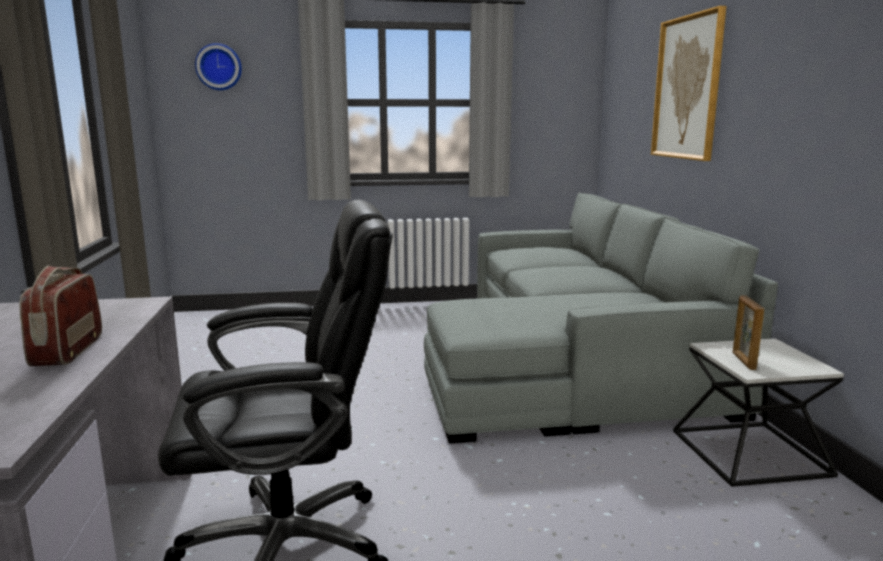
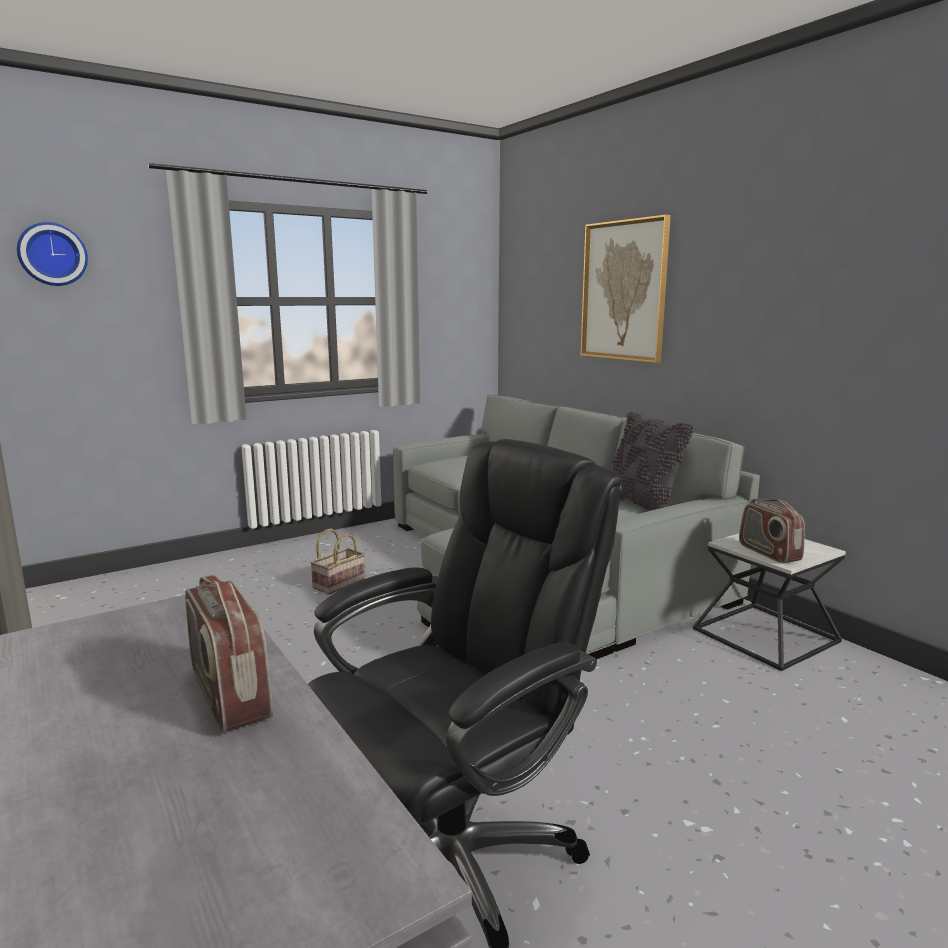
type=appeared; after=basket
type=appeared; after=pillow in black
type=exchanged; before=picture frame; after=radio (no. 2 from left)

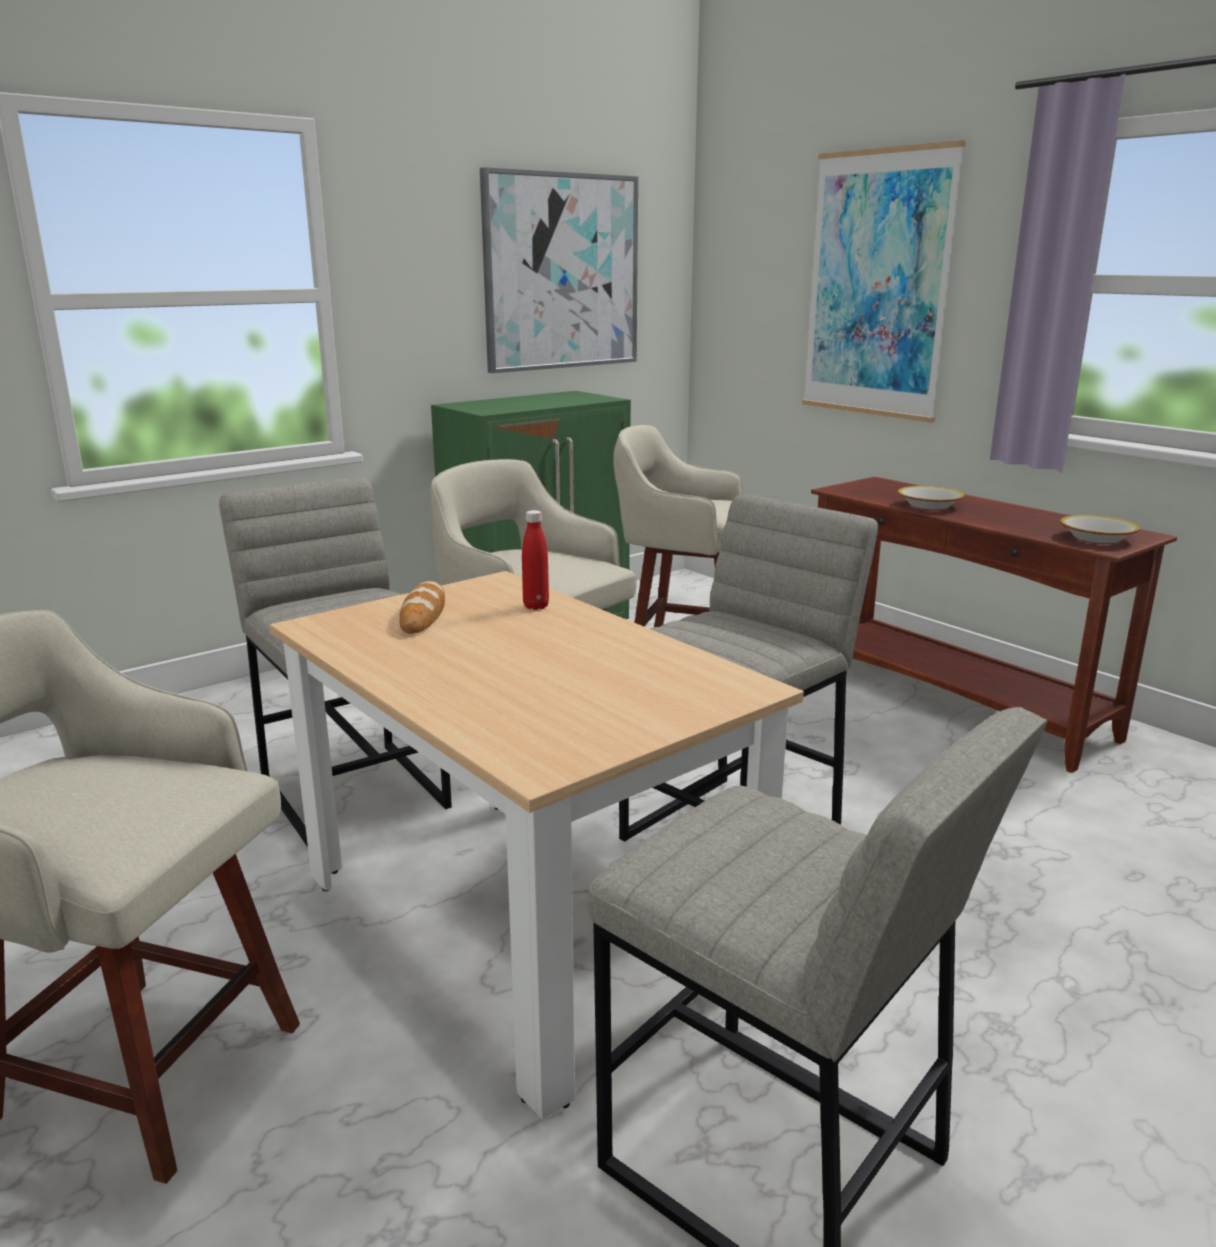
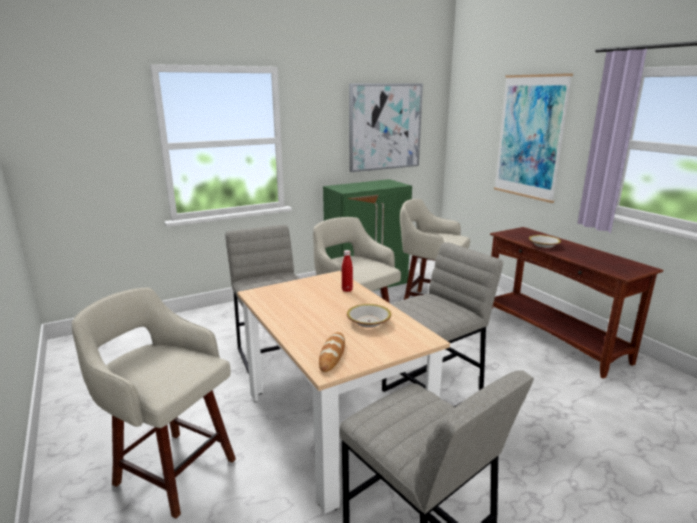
type=relocated; before=bread
type=relocated; before=bowl (no. 2 from left in the first image); after=bowl (no. 1 from left)

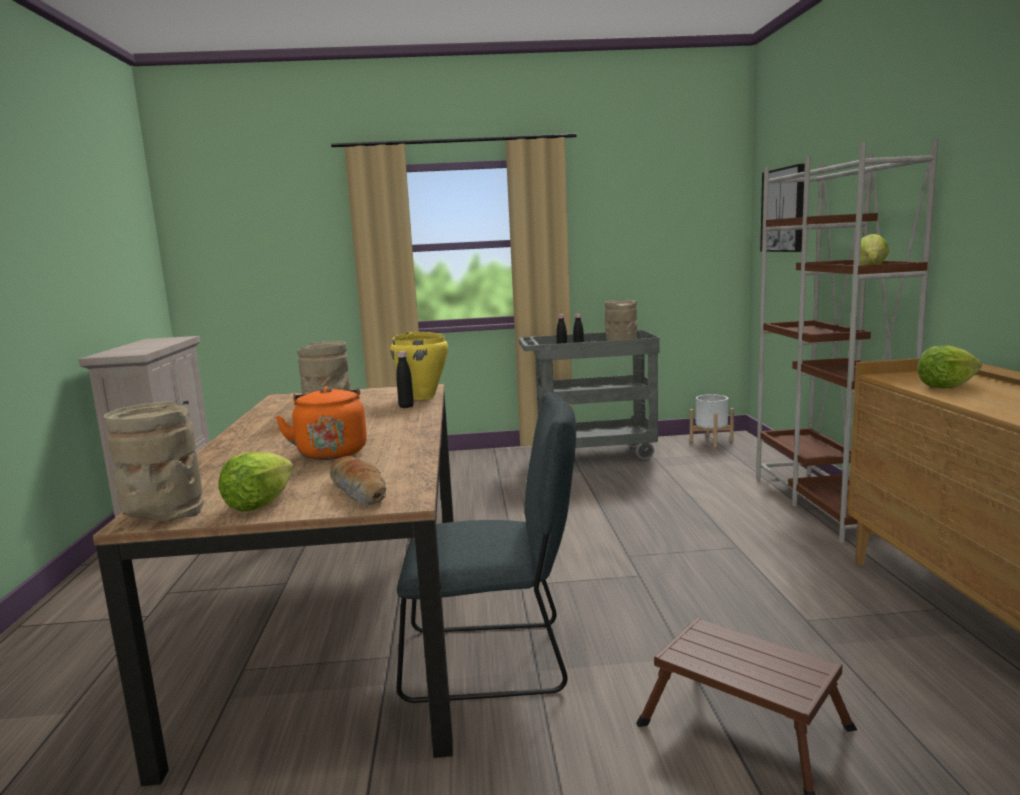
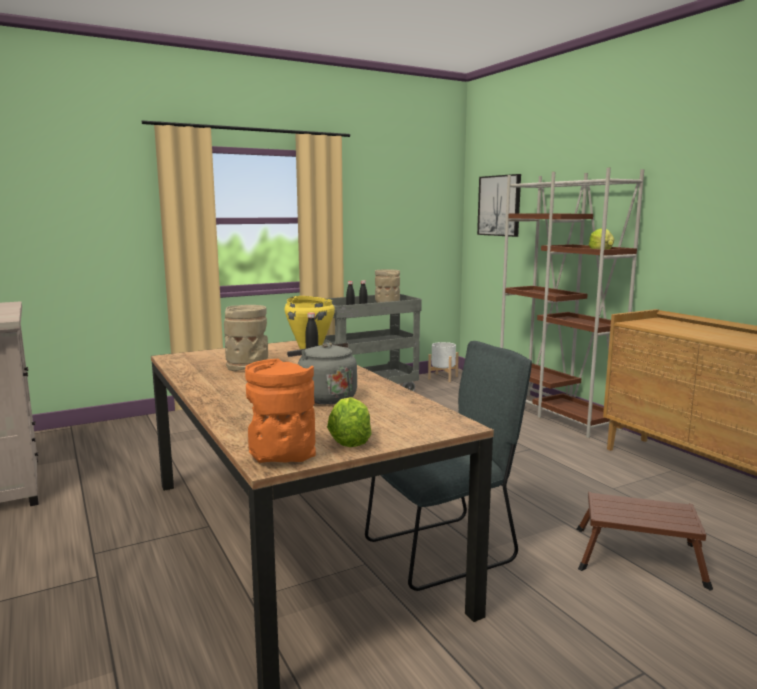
type=missing; before=bread
type=missing; before=lettuce (no. 3 from left)
type=colour; before=vase in beige (no. 1 from left); after=vase in orange
type=colour; before=kettle in orange; after=kettle in grey

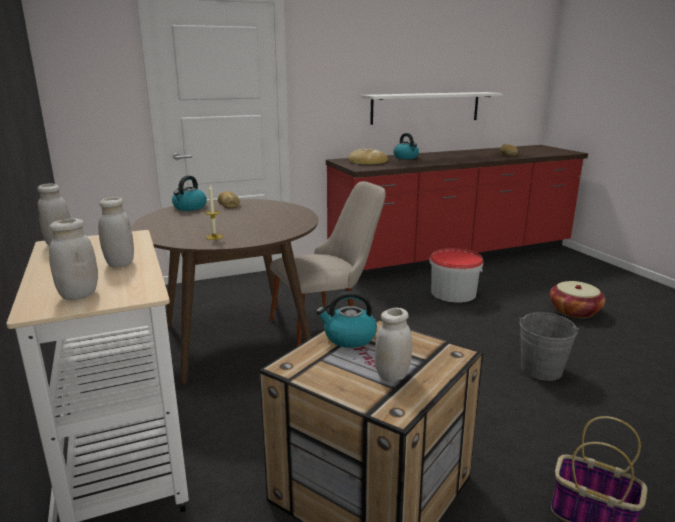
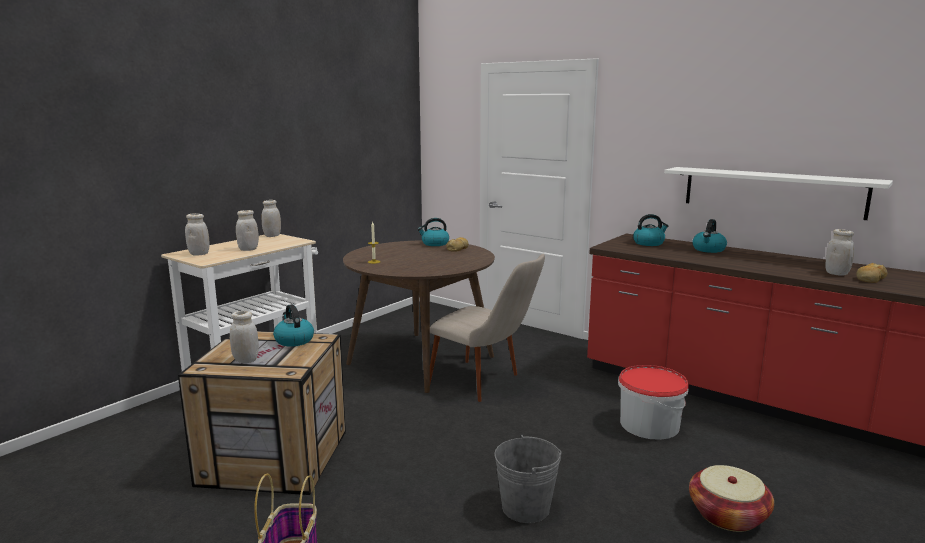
type=appeared; after=jar in white (no. 5 from left)
type=exchanged; before=bread (no. 2 from left); after=kettle (no. 3 from left)

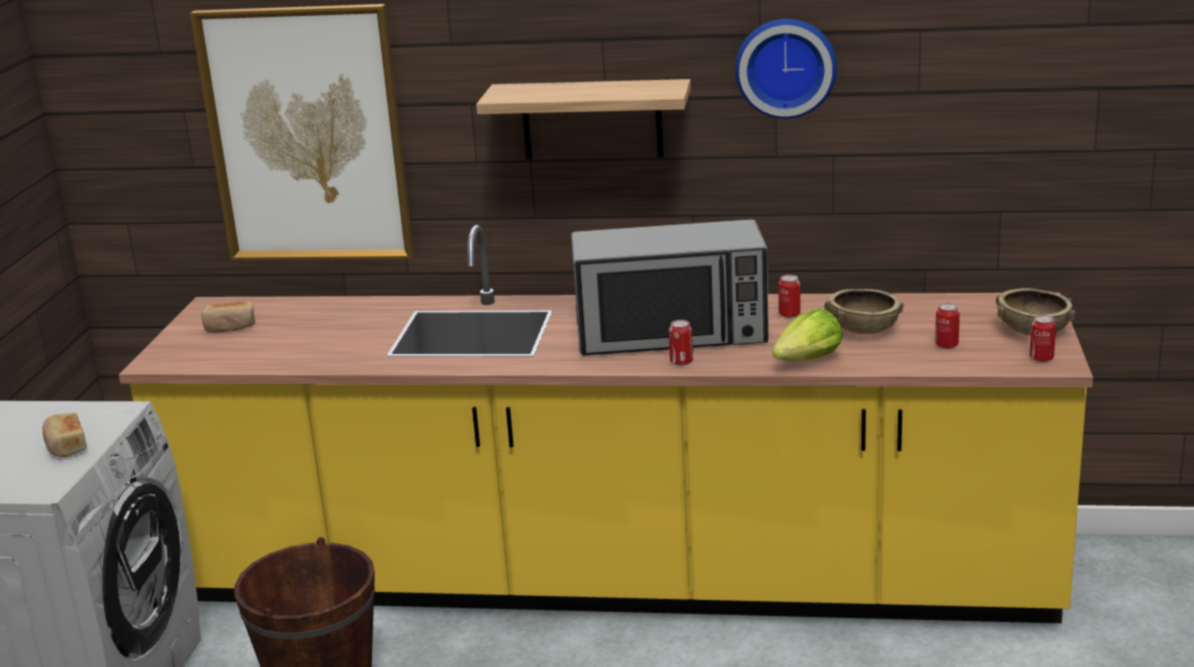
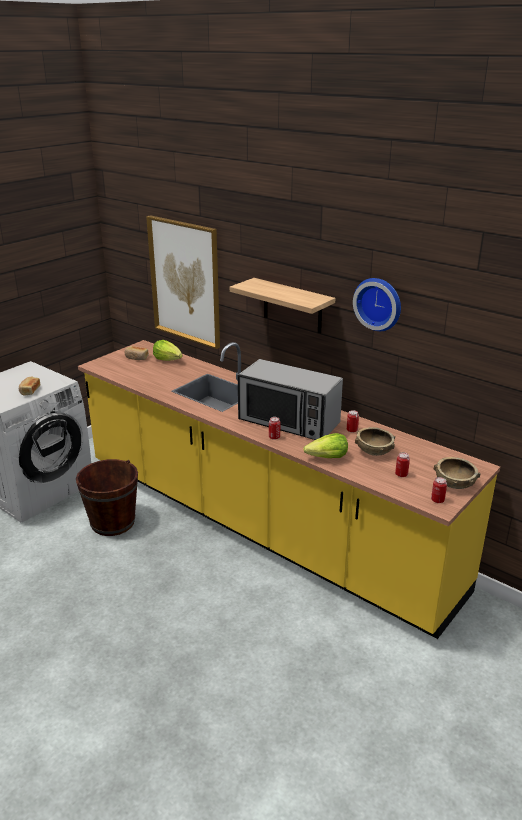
type=appeared; after=lettuce (no. 1 from left)

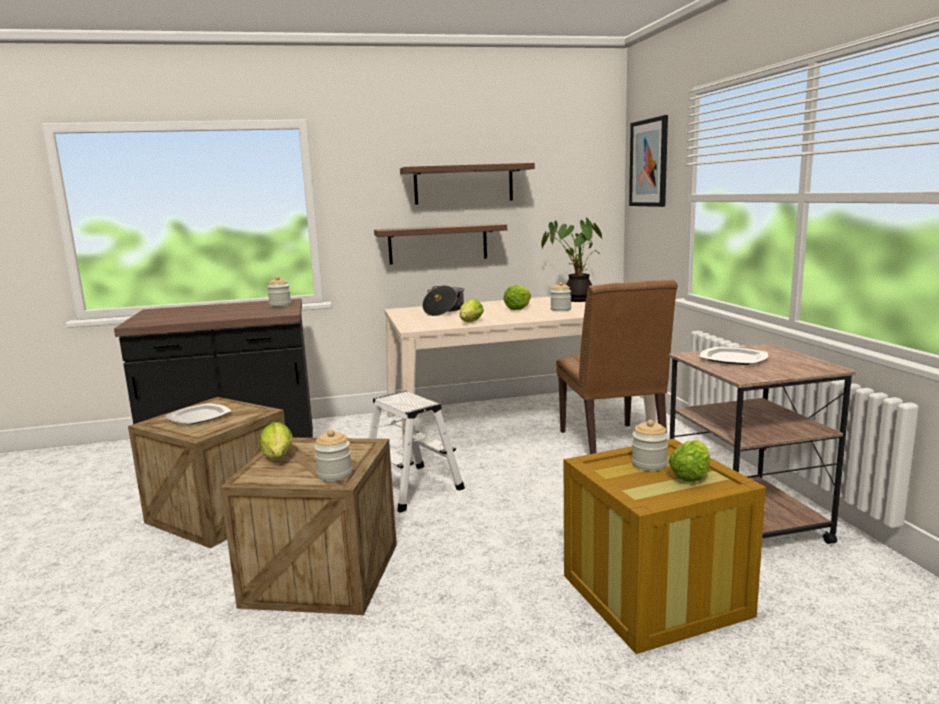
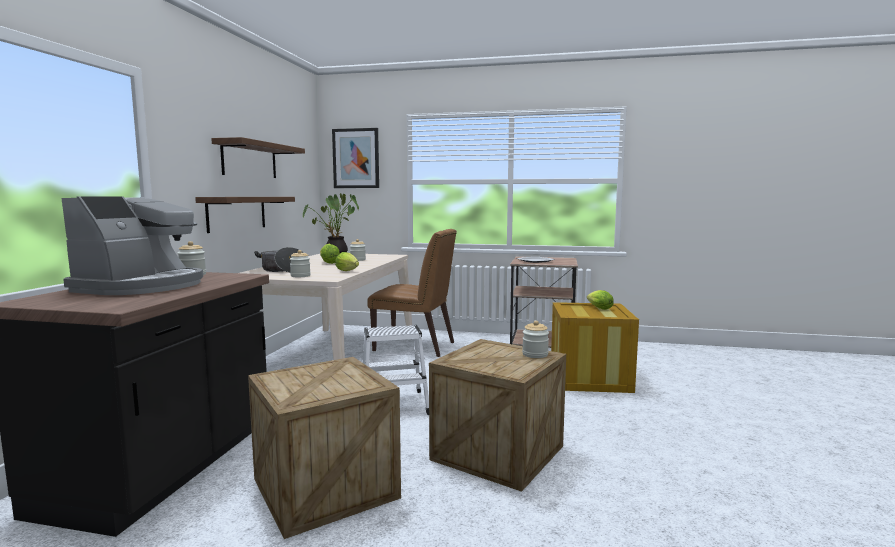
type=missing; before=plate (no. 1 from left)
type=missing; before=lettuce (no. 1 from left)
type=appeared; after=coffee machine
type=relocated; before=jar (no. 4 from left in the first image); after=jar (no. 2 from left)

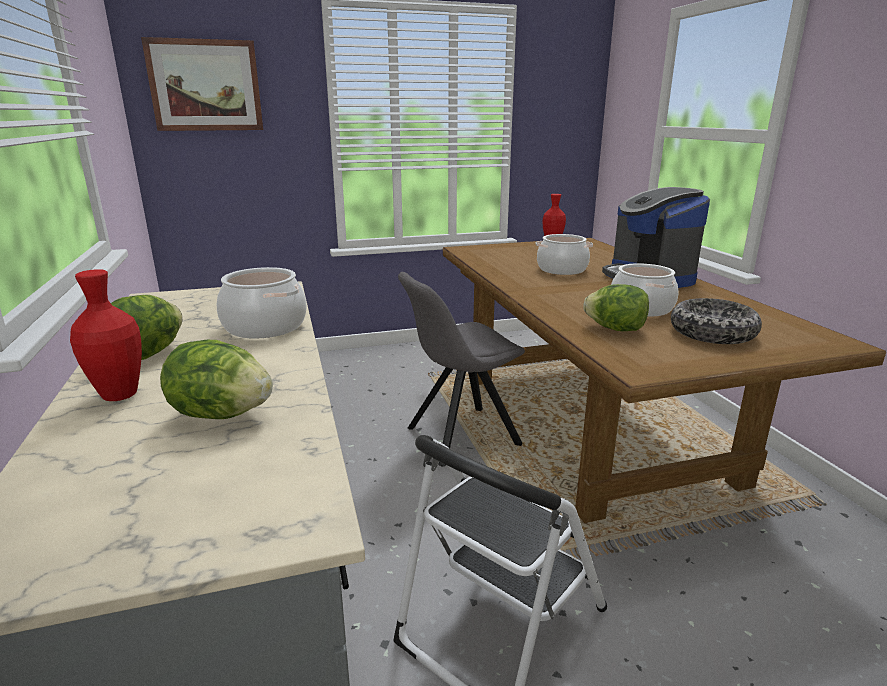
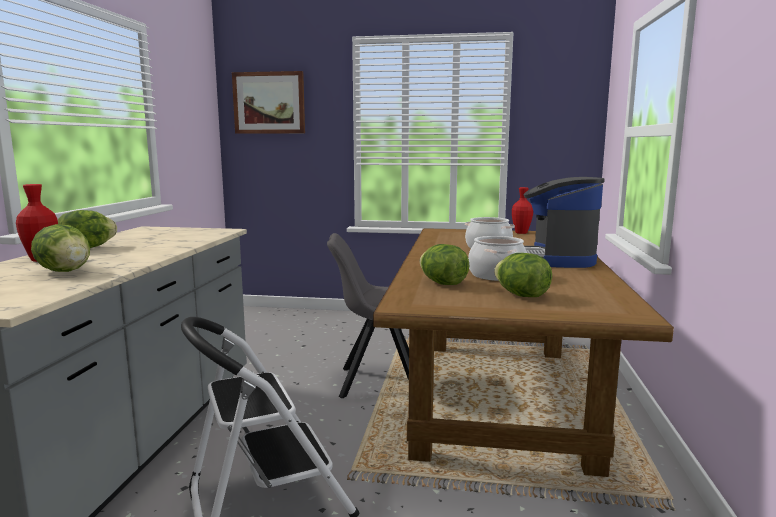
type=missing; before=cooking pot (no. 1 from left)
type=exchanged; before=bowl; after=lettuce (no. 4 from left)

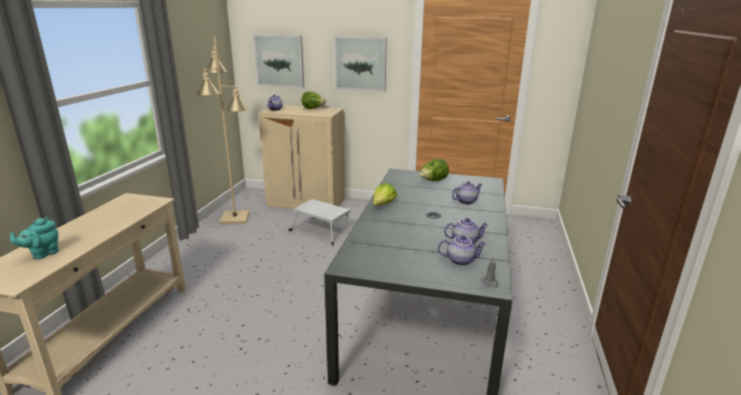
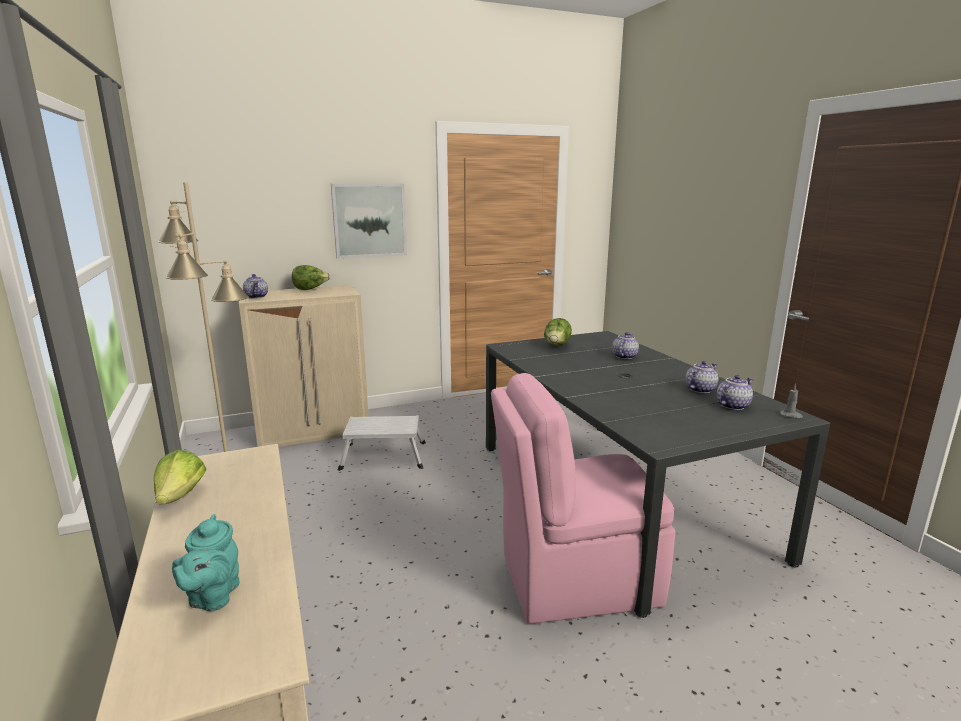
type=missing; before=picture (no. 1 from left)
type=appeared; after=chair in pink
type=relocated; before=lettuce (no. 2 from left in the first image); after=lettuce (no. 1 from left)

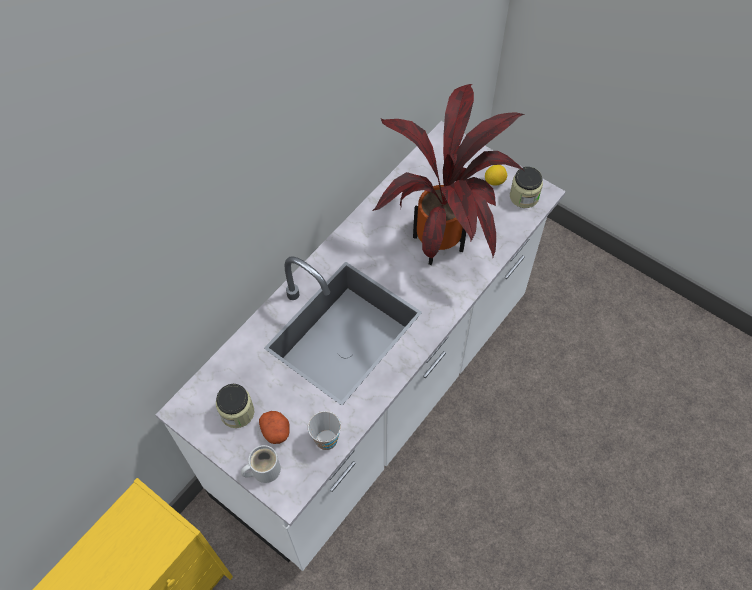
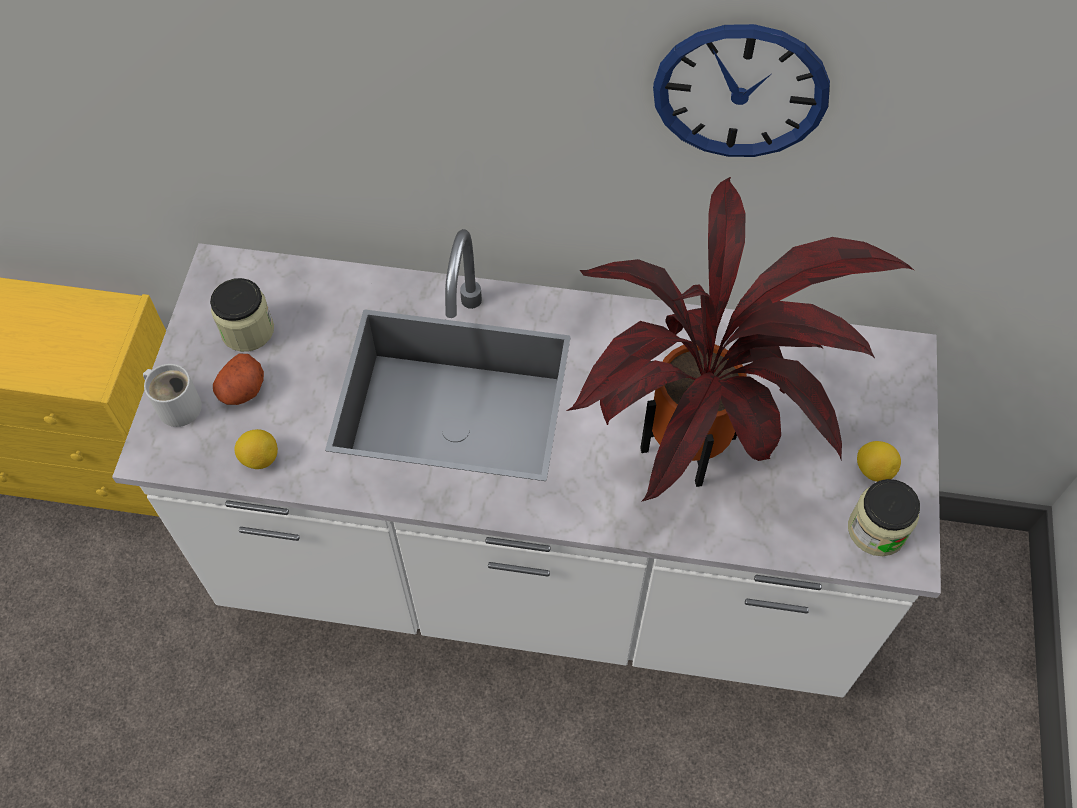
type=appeared; after=wall clock
type=exchanged; before=cup; after=lemon (no. 1 from left)

